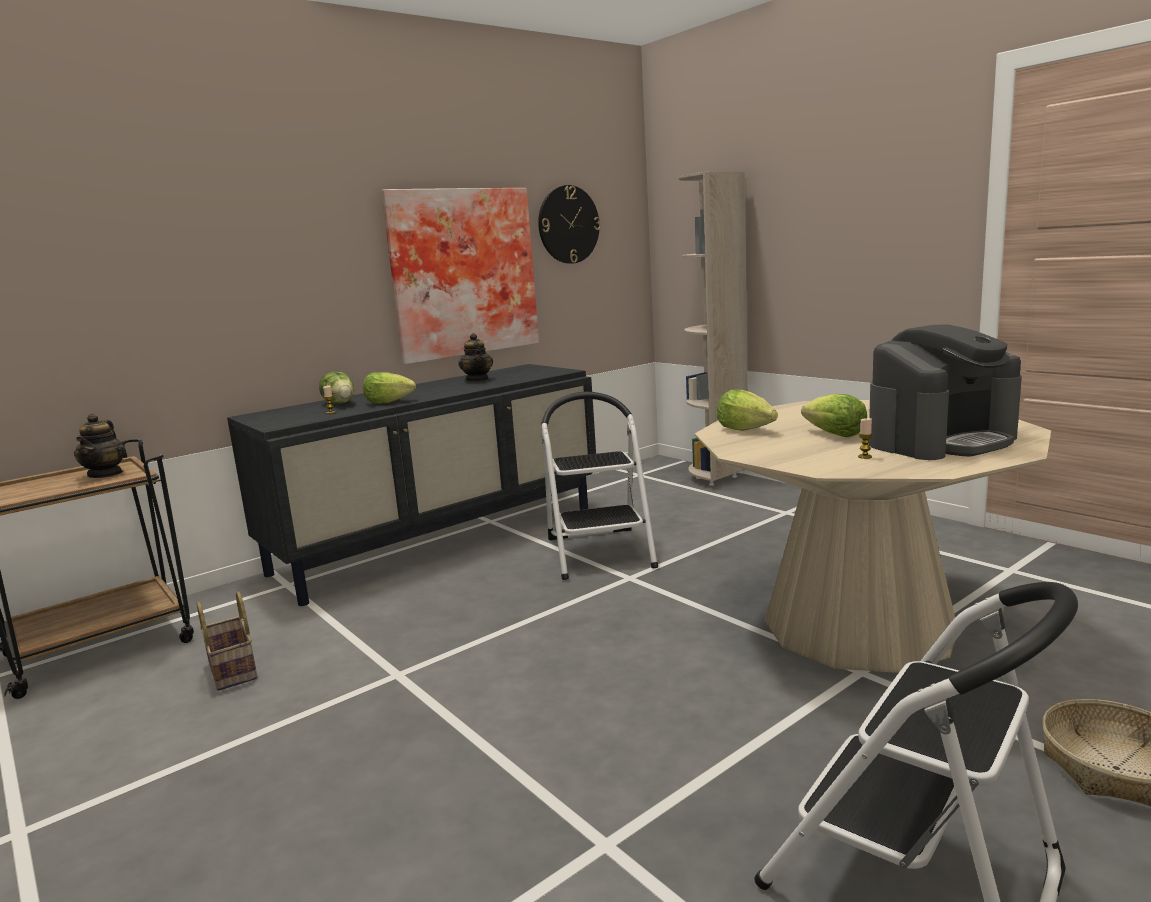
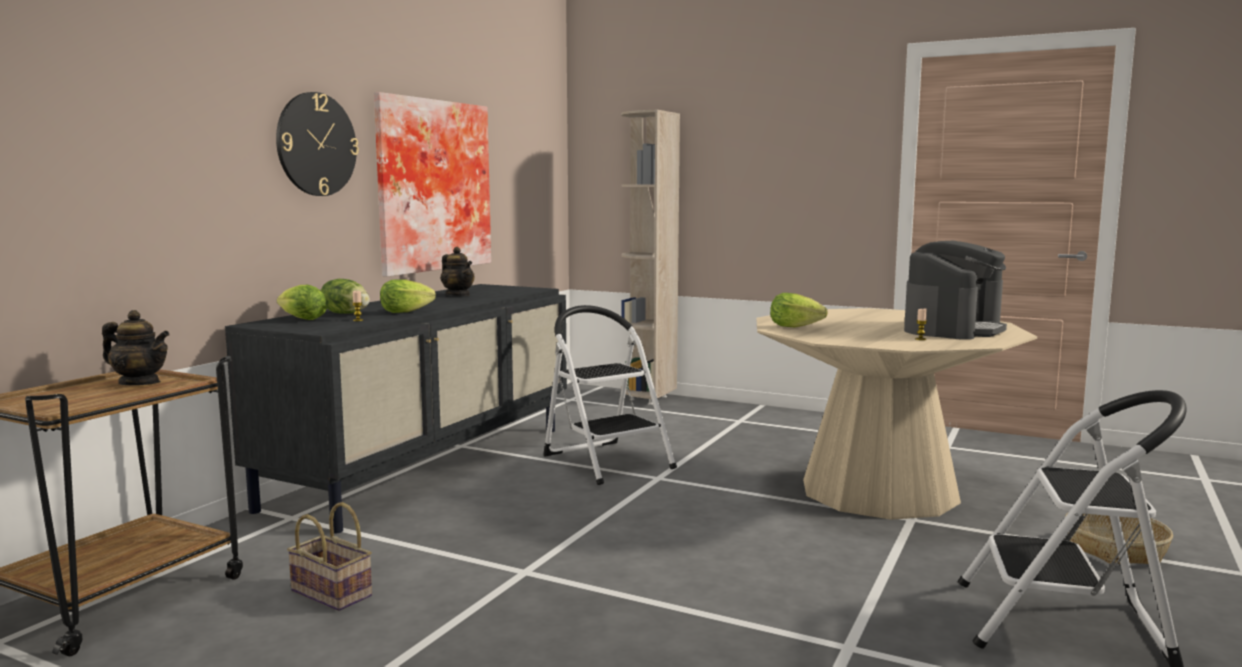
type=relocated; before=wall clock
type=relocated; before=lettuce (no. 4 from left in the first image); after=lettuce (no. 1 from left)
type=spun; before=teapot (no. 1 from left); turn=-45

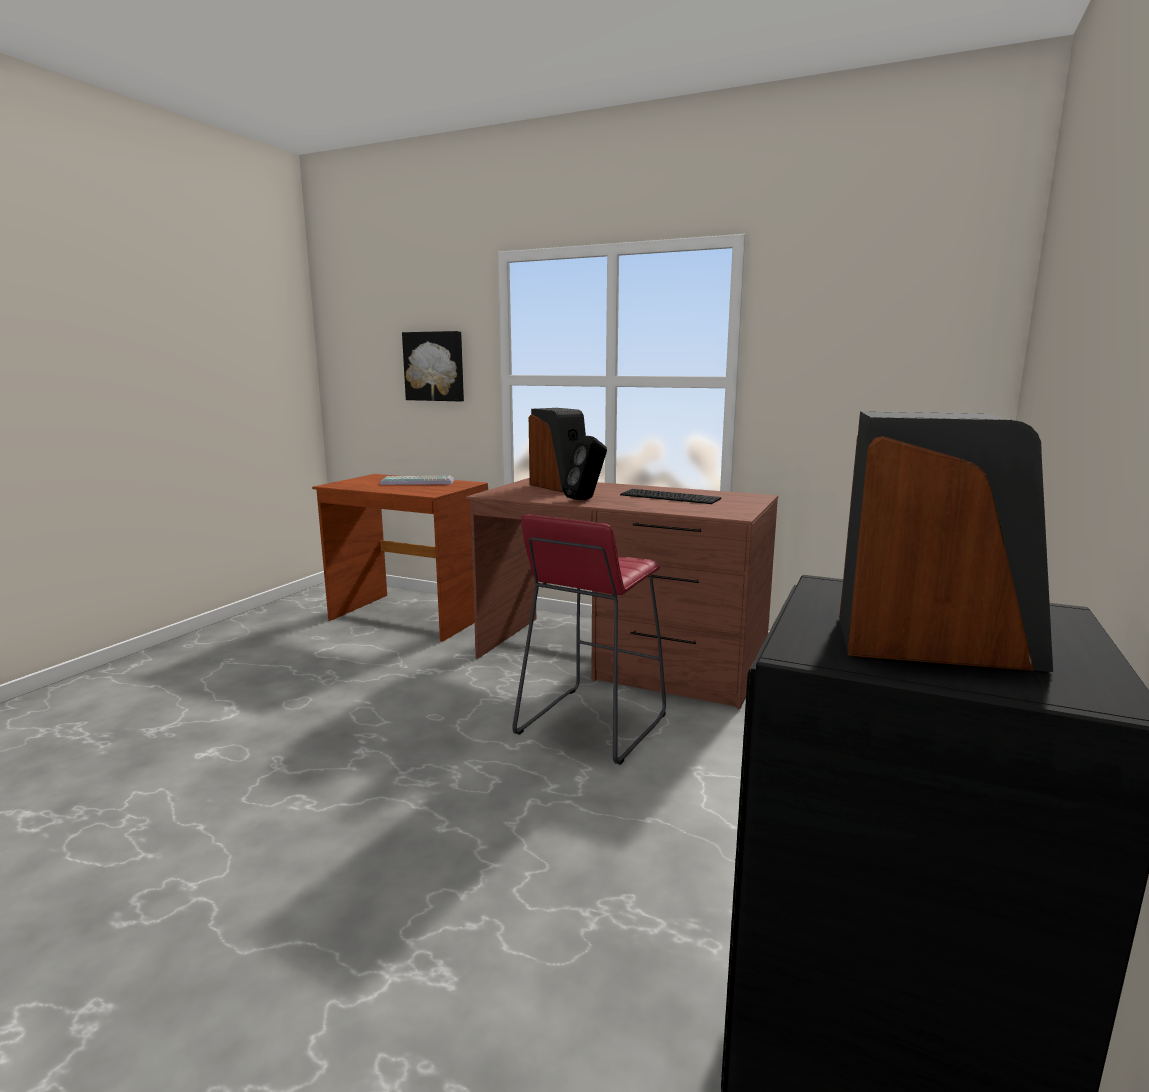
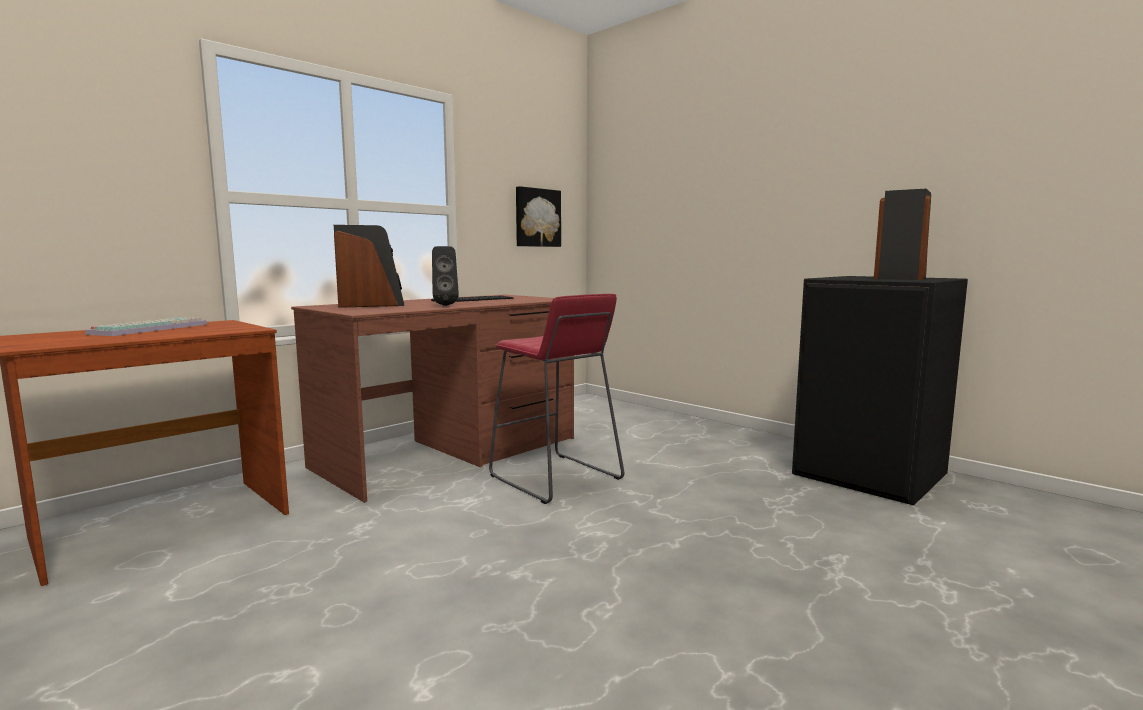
type=relocated; before=picture

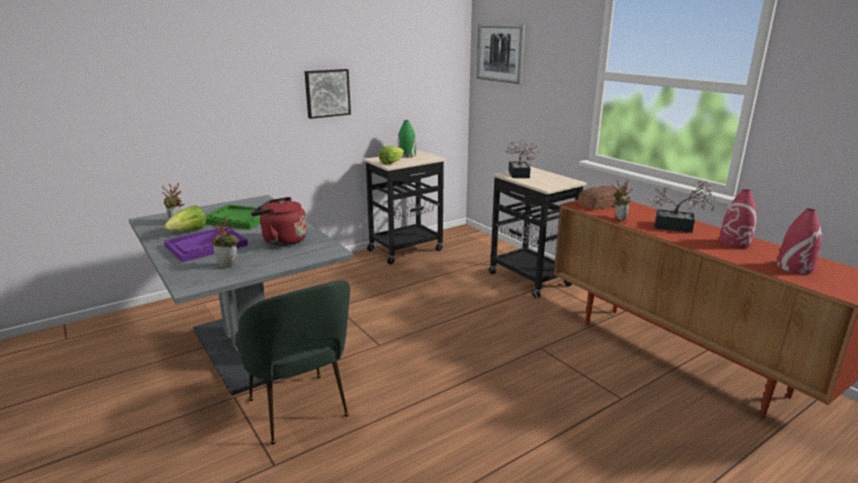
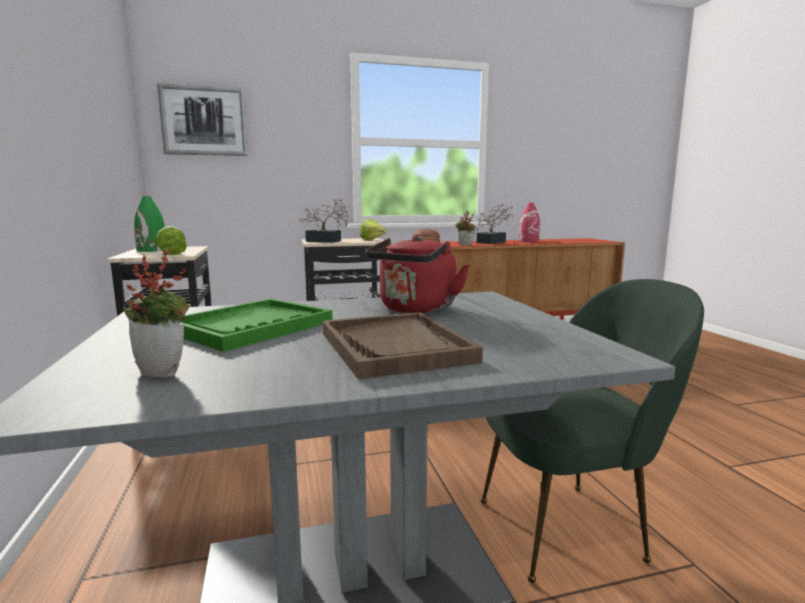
type=missing; before=potted plant (no. 2 from left)
type=missing; before=picture (no. 1 from left)
type=missing; before=vase in red (no. 2 from left)
type=relocated; before=lettuce (no. 1 from left in the first image); after=lettuce (no. 2 from left)
type=colour; before=tray in purple; after=tray in brown

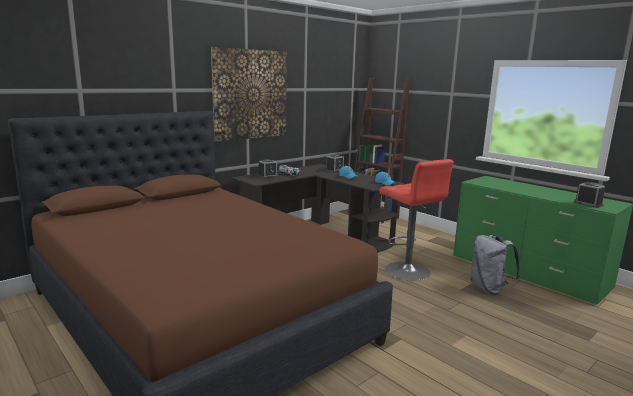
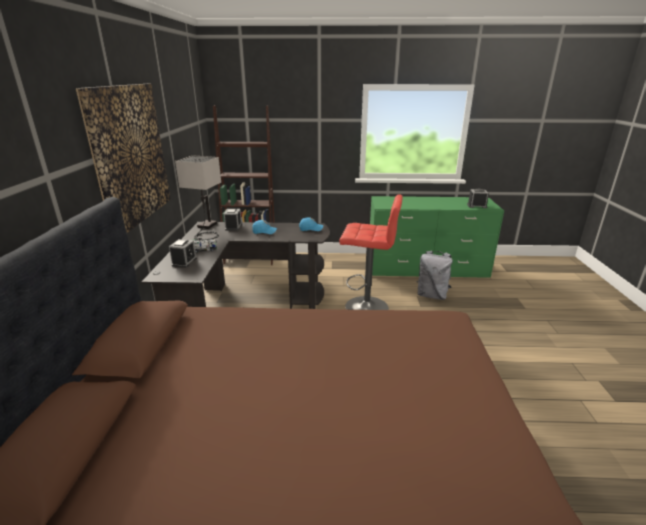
type=appeared; after=table lamp

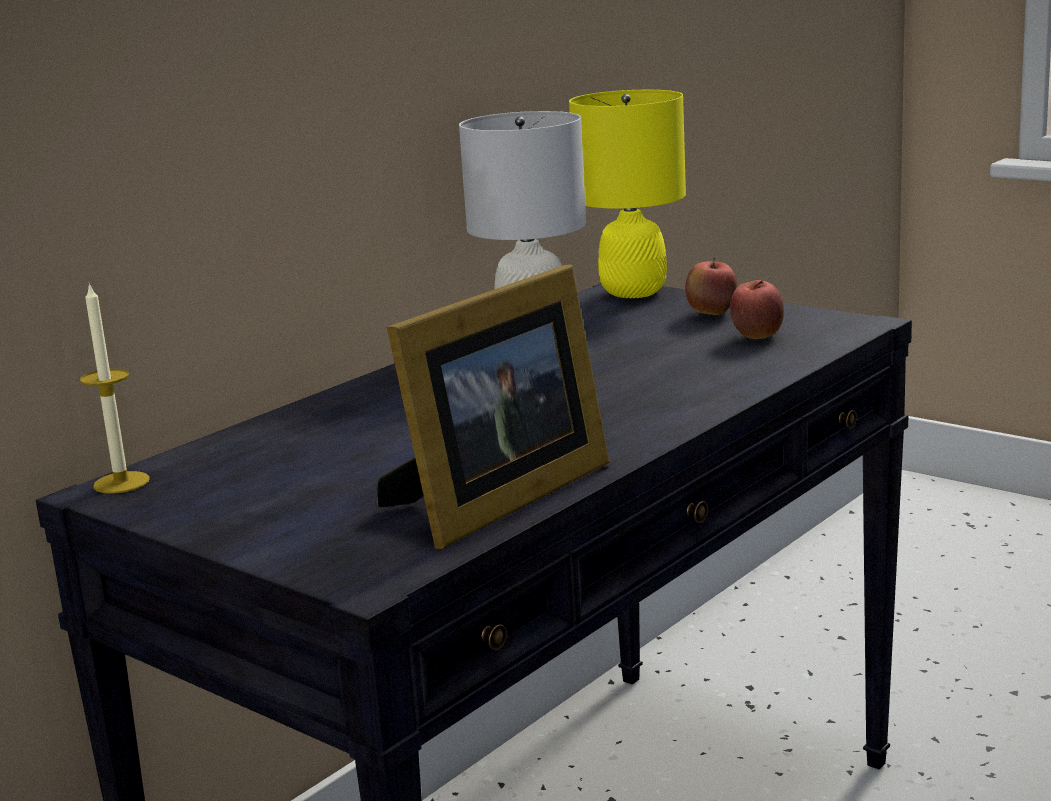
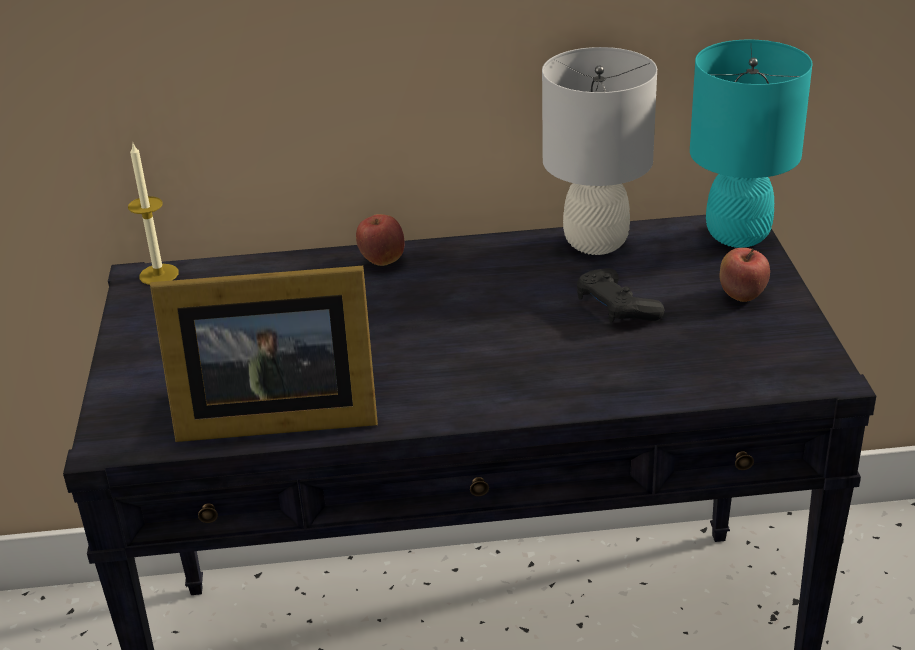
type=appeared; after=game controller in black
type=relocated; before=apple (no. 2 from left in the first image); after=apple (no. 1 from left)
type=colour; before=table lamp in yellow; after=table lamp in turquoise

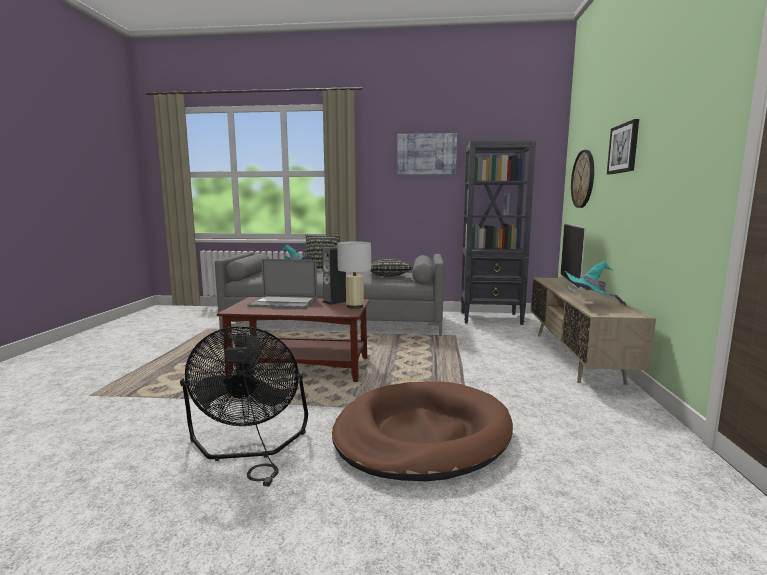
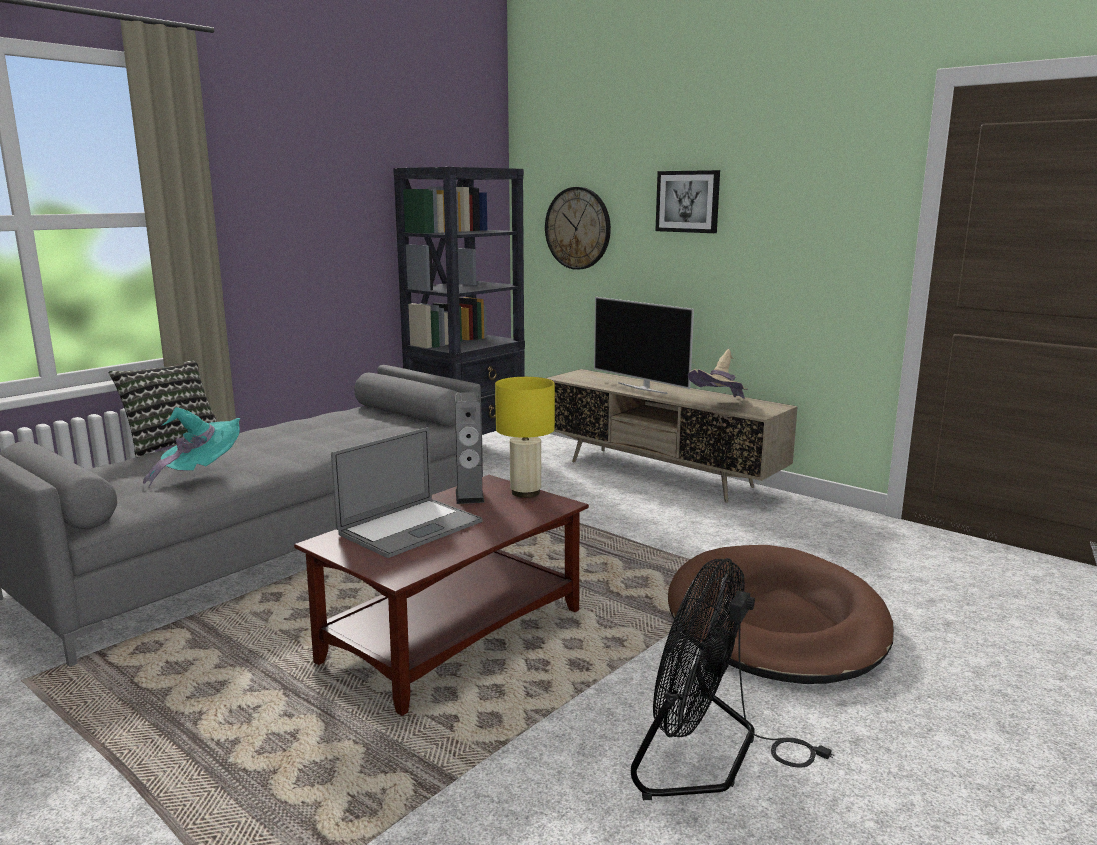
type=missing; before=pillow (no. 2 from left)
type=missing; before=picture (no. 1 from left)
type=colour; before=table lamp in white; after=table lamp in yellow
type=colour; before=hat in turquoise (no. 2 from left); after=hat in beige

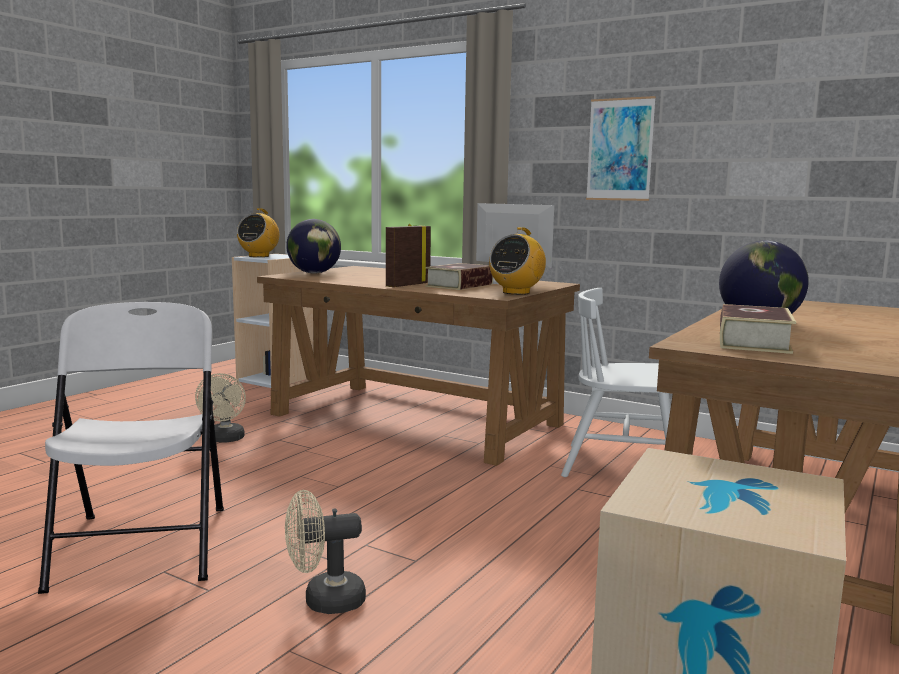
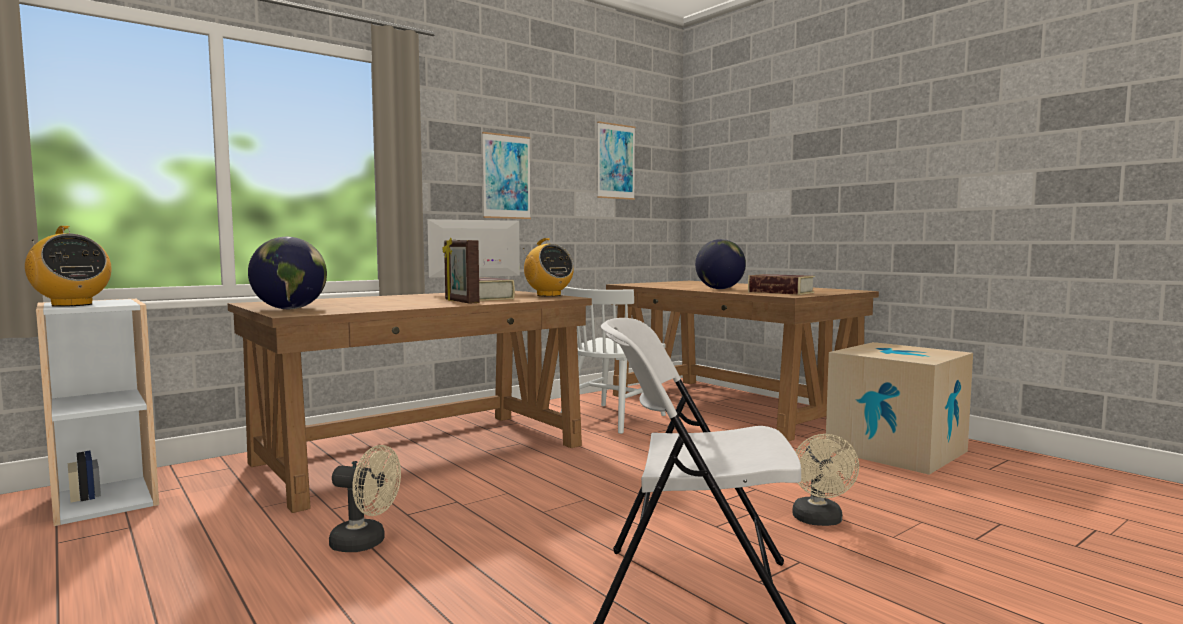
type=appeared; after=picture (no. 2 from left)

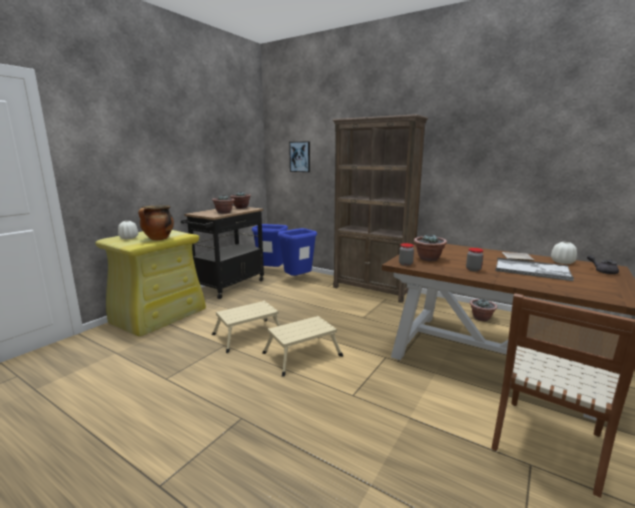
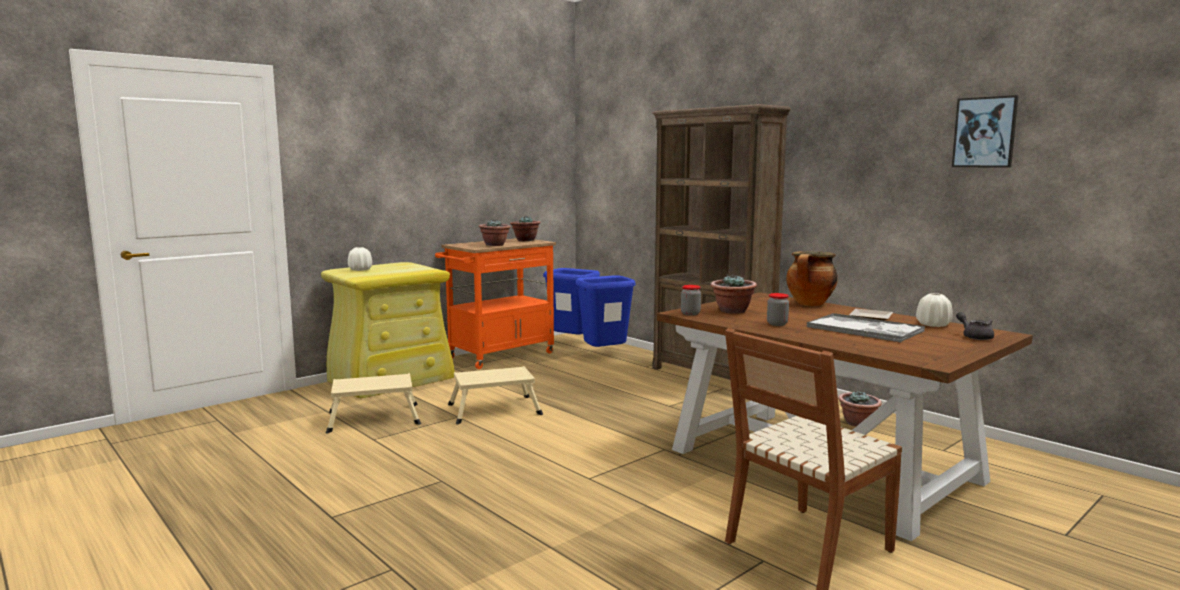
type=relocated; before=cooking pot
type=relocated; before=step ladder in beige (no. 2 from left in the first image); after=step ladder in beige (no. 1 from left)
type=relocated; before=picture
type=colour; before=cart in black; after=cart in orange

